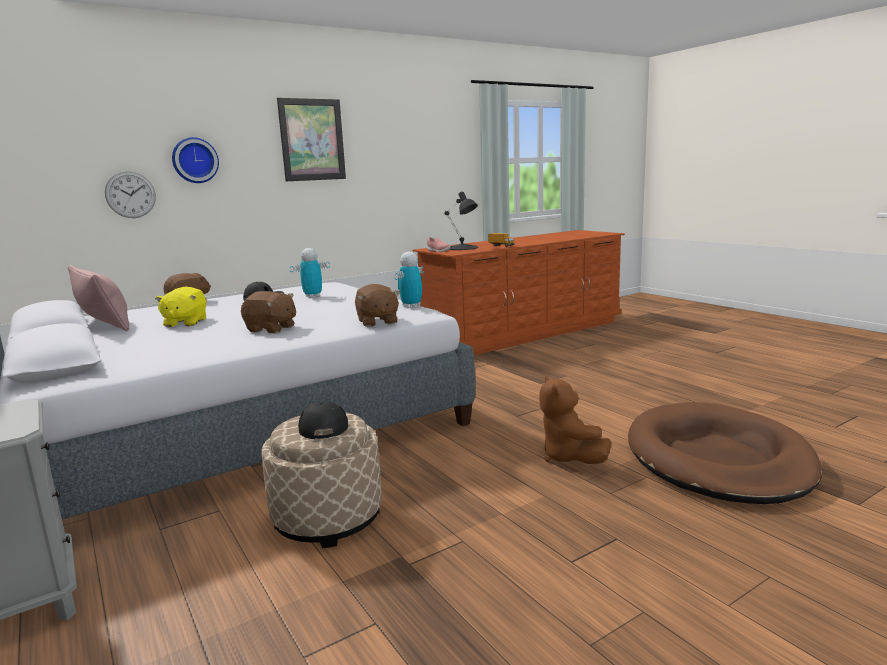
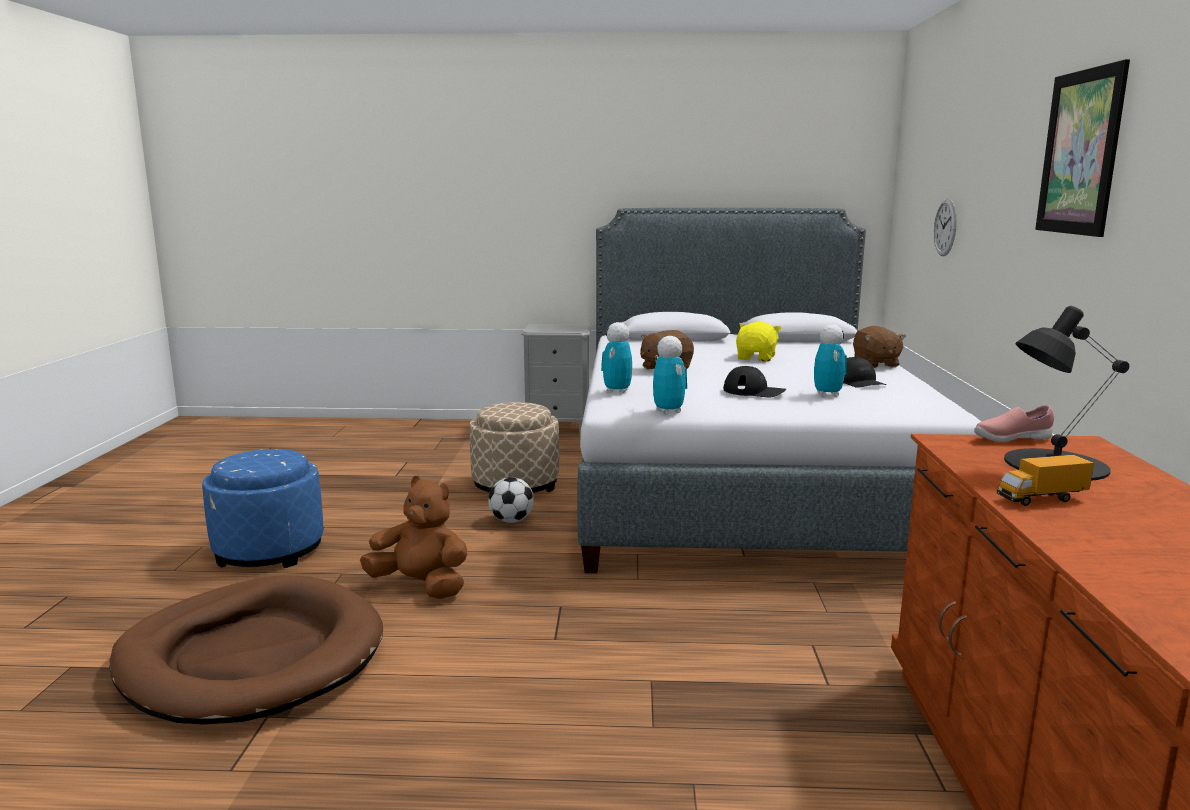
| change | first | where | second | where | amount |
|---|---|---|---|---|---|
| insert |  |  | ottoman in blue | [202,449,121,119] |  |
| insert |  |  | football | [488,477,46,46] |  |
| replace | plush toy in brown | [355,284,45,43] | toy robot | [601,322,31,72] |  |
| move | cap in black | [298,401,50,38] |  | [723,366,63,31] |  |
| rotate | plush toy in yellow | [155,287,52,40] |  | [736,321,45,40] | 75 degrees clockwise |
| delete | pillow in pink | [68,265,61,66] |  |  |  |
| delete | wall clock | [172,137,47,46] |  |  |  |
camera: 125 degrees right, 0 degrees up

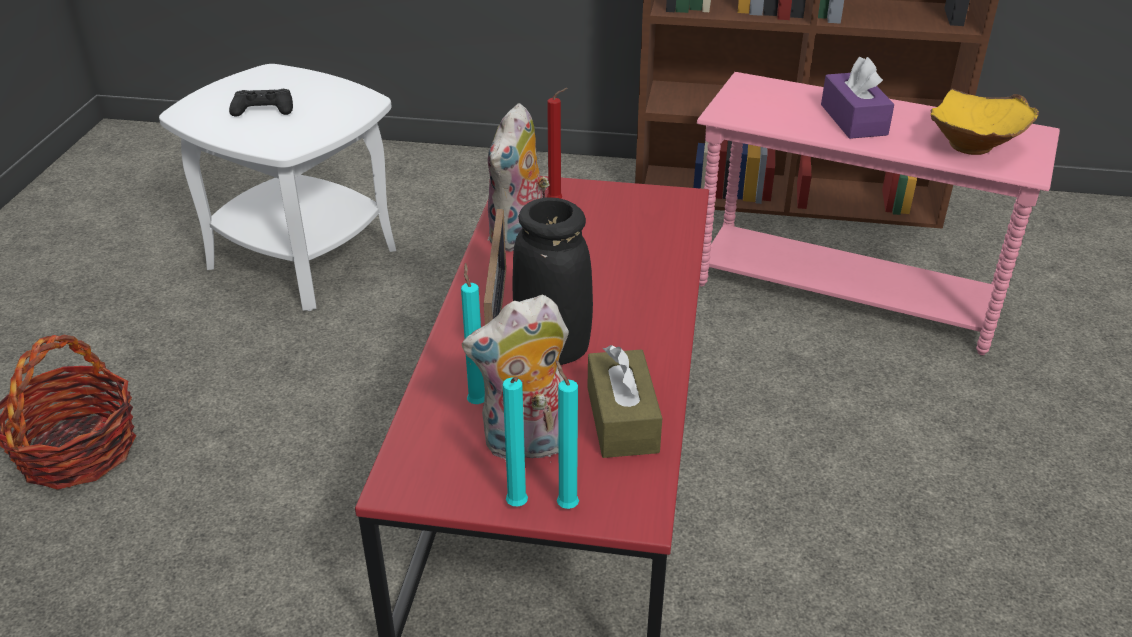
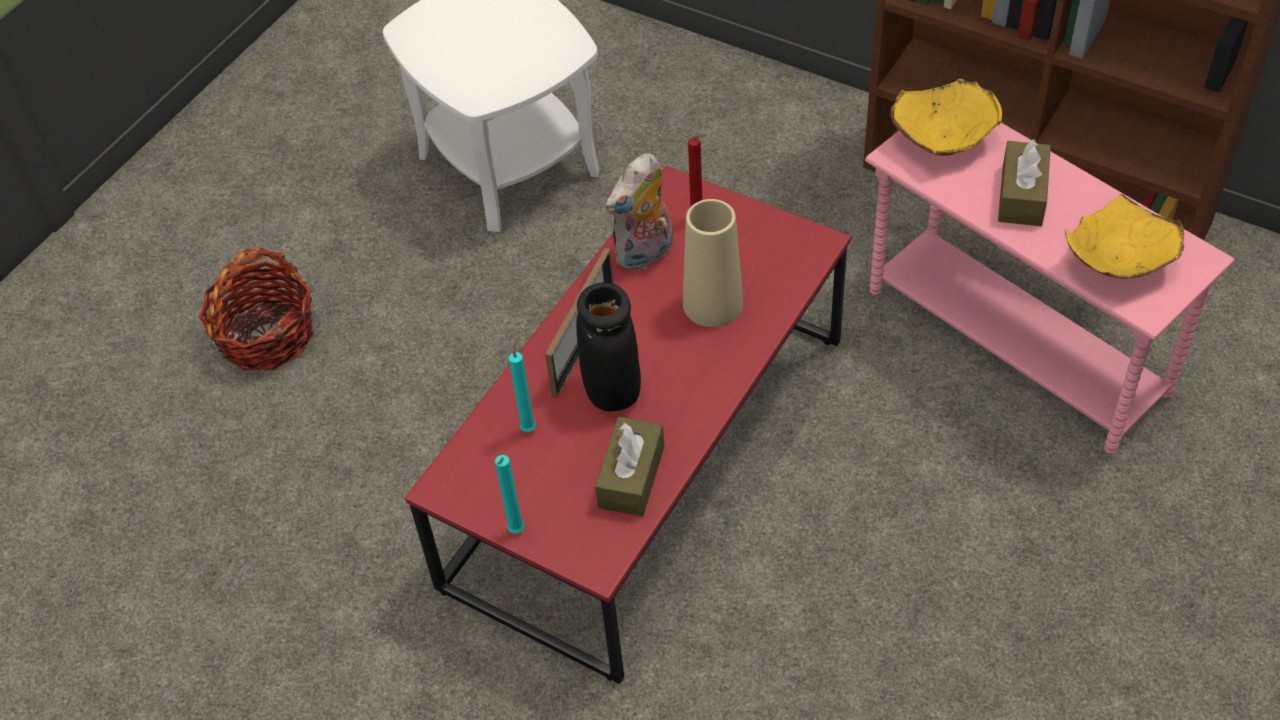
| change | first | where | second | where | amount |
|---|---|---|---|---|---|
| insert |  |  | vase in beige | [683,199,60,128] |  |
| insert |  |  | bowl in yellow | [891,79,111,77] |  |
| recolor | tissue box in purple | [821,57,73,82] | tissue box in brown | [998,139,53,87] |  |
| delete | game controller in black | [229,89,64,28] |  |  |  |
| delete | plush toy | [462,295,107,167] |  |  |  |
| delete | candle in turquoise | [555,360,24,149] |  |  |  |
camera: 25 degrees right, 15 degrees up

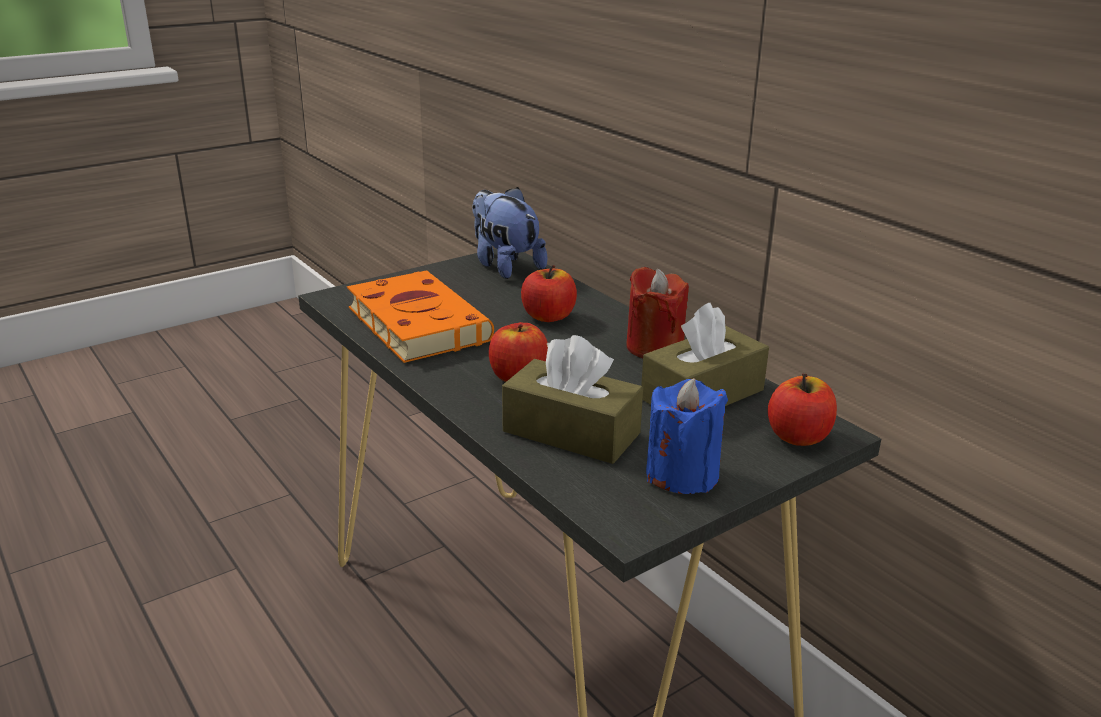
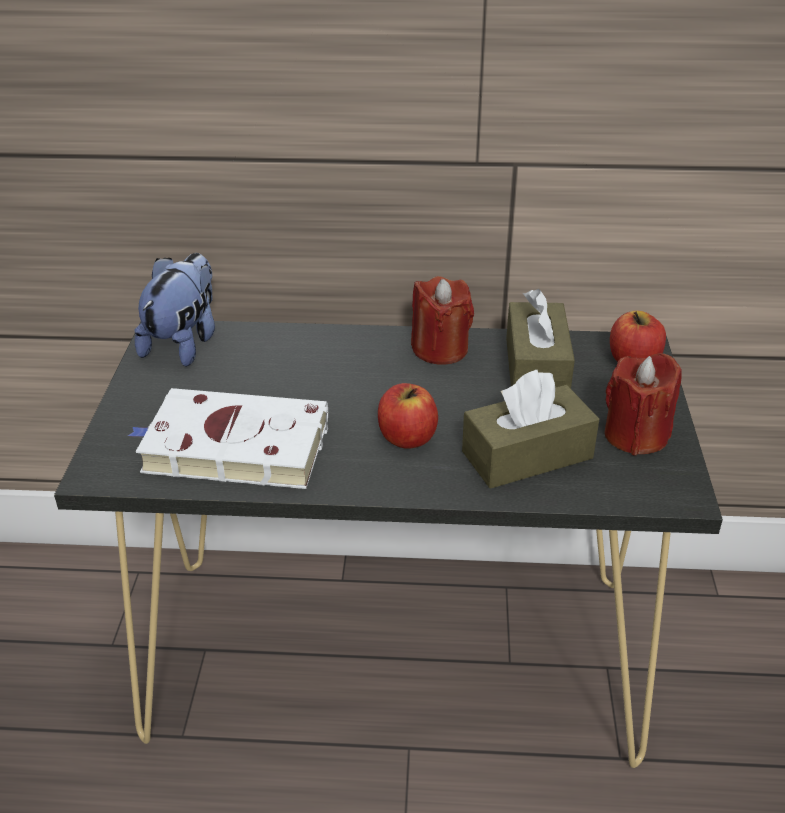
| change | first | where | second | where | amount |
|---|---|---|---|---|---|
| recolor | book in orange | [347,270,147,93] | book in white | [128,388,200,101] |  |
| rotate | plush toy | [472,187,76,92] |  | [135,253,80,114] | 105 degrees clockwise |
| recolor | candle in blue | [646,378,82,116] | candle in red | [604,353,78,103] |  |
| delete | apple | [521,265,56,57] |  |  |  |
camera: 50 degrees left, 10 degrees up

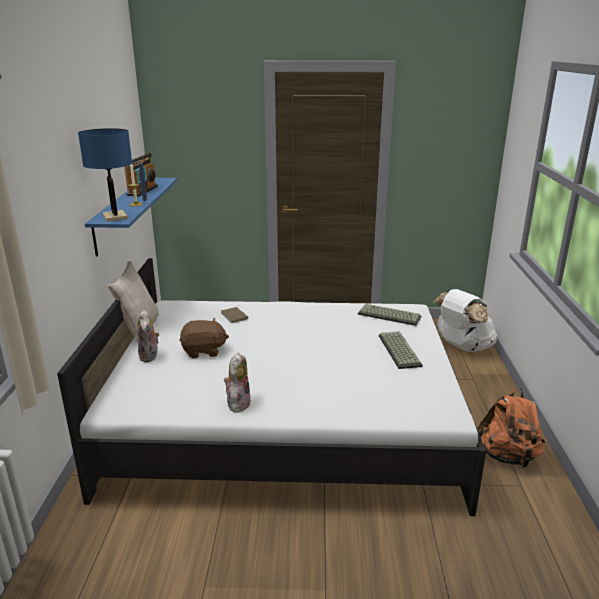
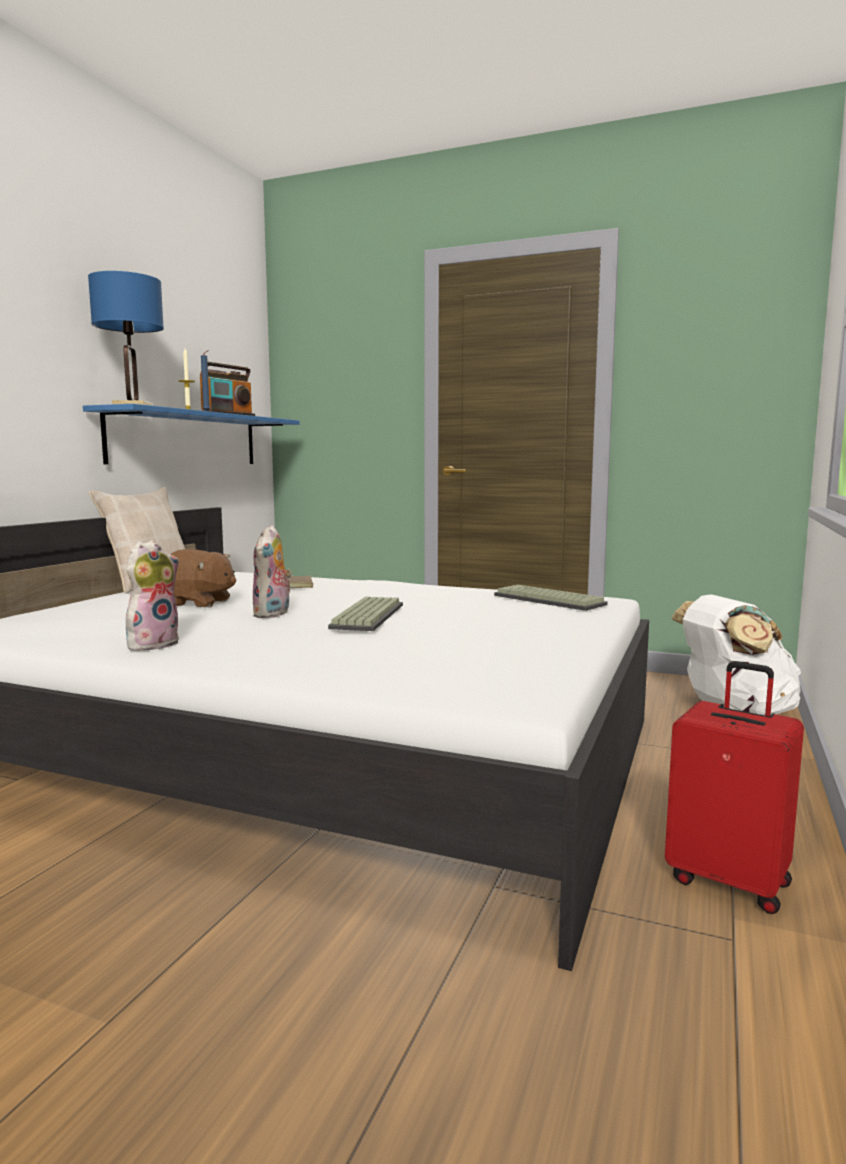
| change | first | where | second | where | amount |
|---|---|---|---|---|---|
| move | plush toy | [138,310,22,52] |  | [253,525,39,94] |  |
| move | keyboard | [379,331,44,38] |  | [328,597,75,34] |  |
| replace | backpack in orange | [478,388,67,80] | suitcase in red | [665,661,139,253] |  |
camera: 20 degrees right, 15 degrees down

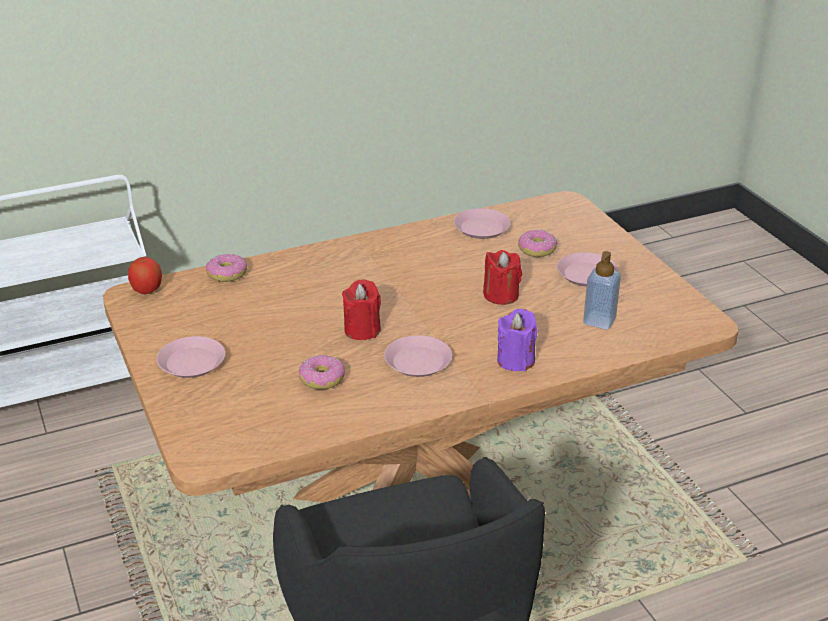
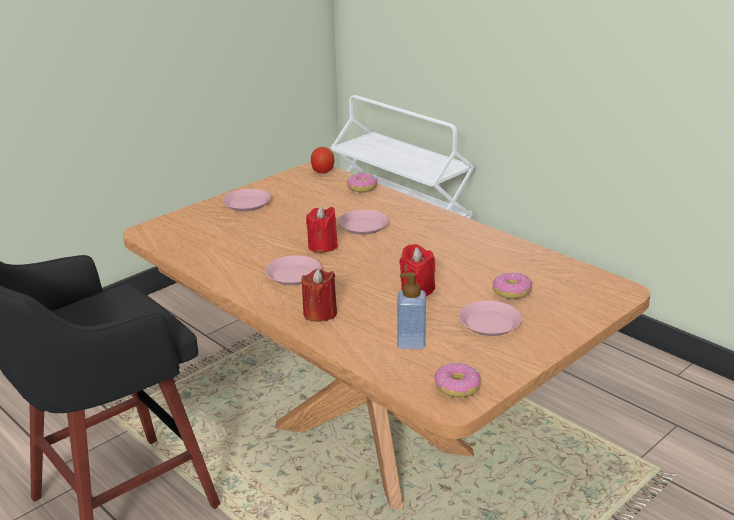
| change | first | where | second | where | amount |
|---|---|---|---|---|---|
| recolor | candle in purple | [497,309,40,62] | candle in red | [302,269,35,53] |  |
| move | plate in pink | [454,208,57,31] |  | [338,210,51,25] |  |
| move | donut | [299,355,46,35] |  | [434,363,47,34] |  |
camera: 70 degrees right, 5 degrees down

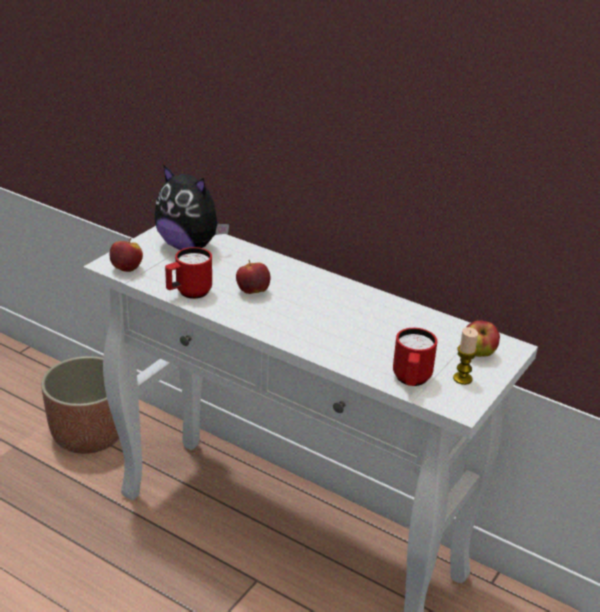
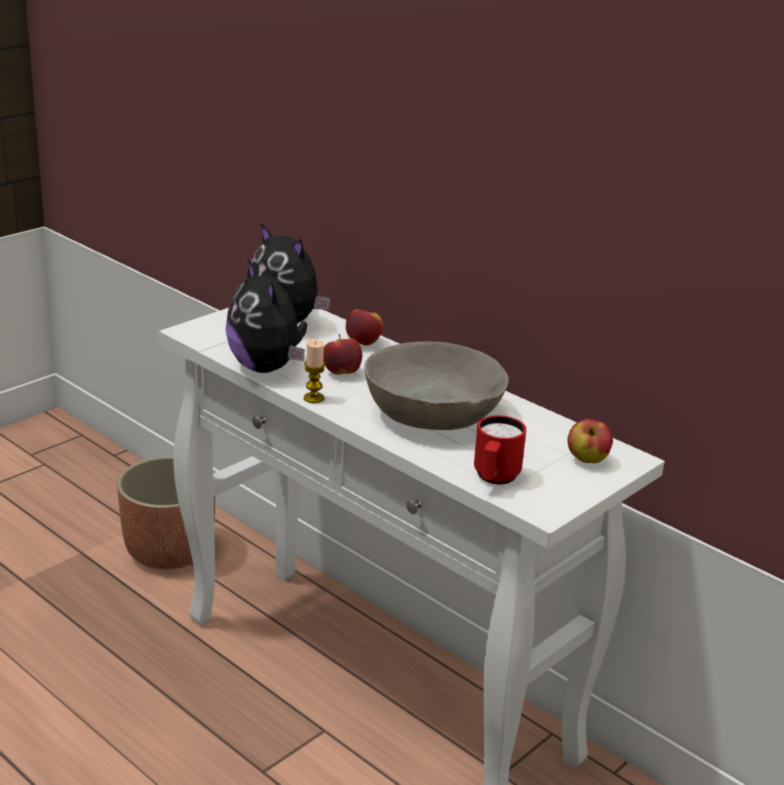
| change | first | where | second | where | amount |
|---|---|---|---|---|---|
| replace | mug in red | [165,247,47,52] | plush toy | [226,259,81,114] |  |
| move | candle | [453,327,25,58] |  | [304,339,22,64] |  |
| move | apple | [109,238,34,34] |  | [346,307,37,39] |  |
| insert |  |  | bowl in grey | [364,342,145,88] |  |
camera: 10 degrees right, 5 degrees down

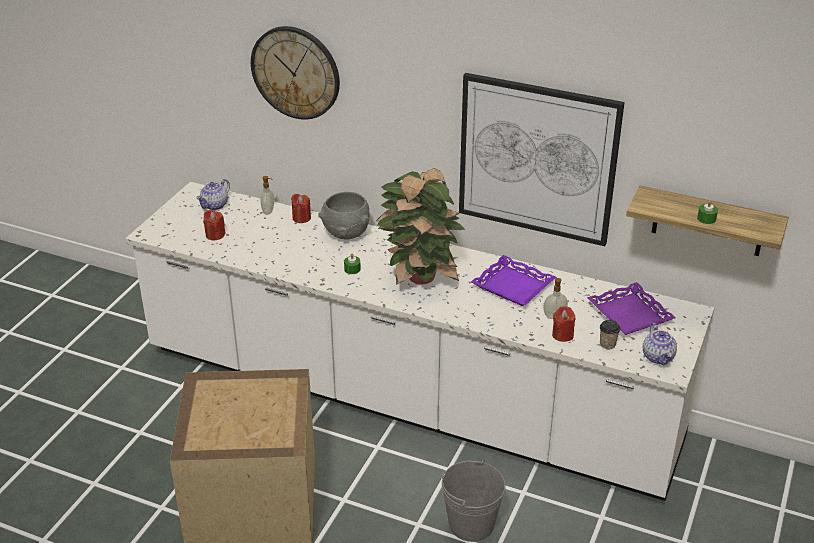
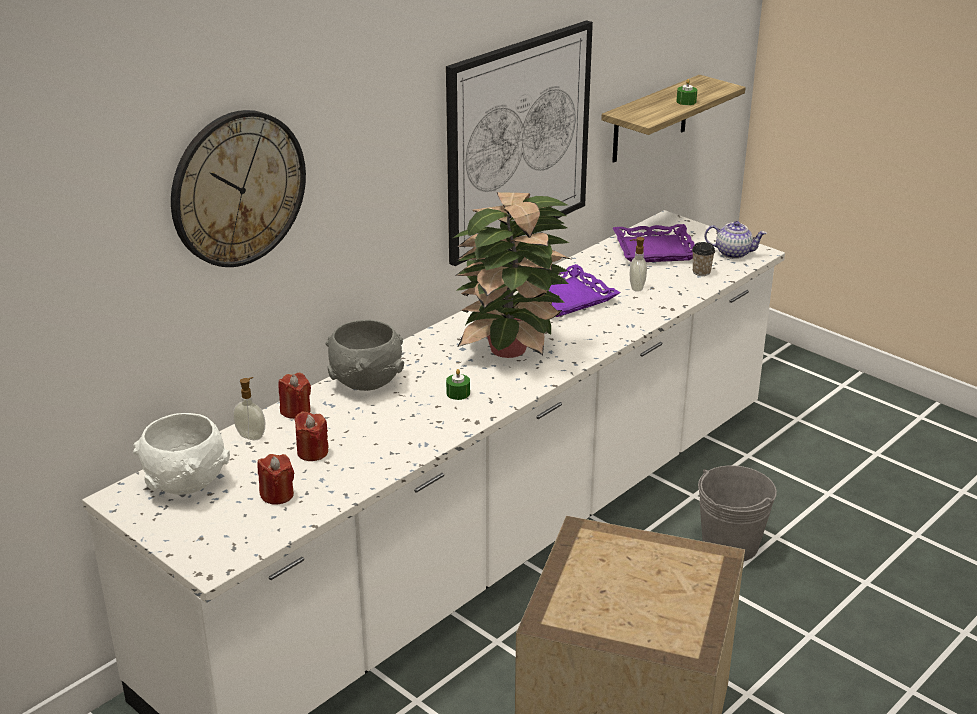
| change | first | where | second | where | amount |
|---|---|---|---|---|---|
| replace | teapot | [196,179,34,31] | bowl in white | [133,413,97,82] |  |
| move | candle in red | [552,306,23,36] |  | [295,411,34,50] |  |
camera: 70 degrees left, 5 degrees down

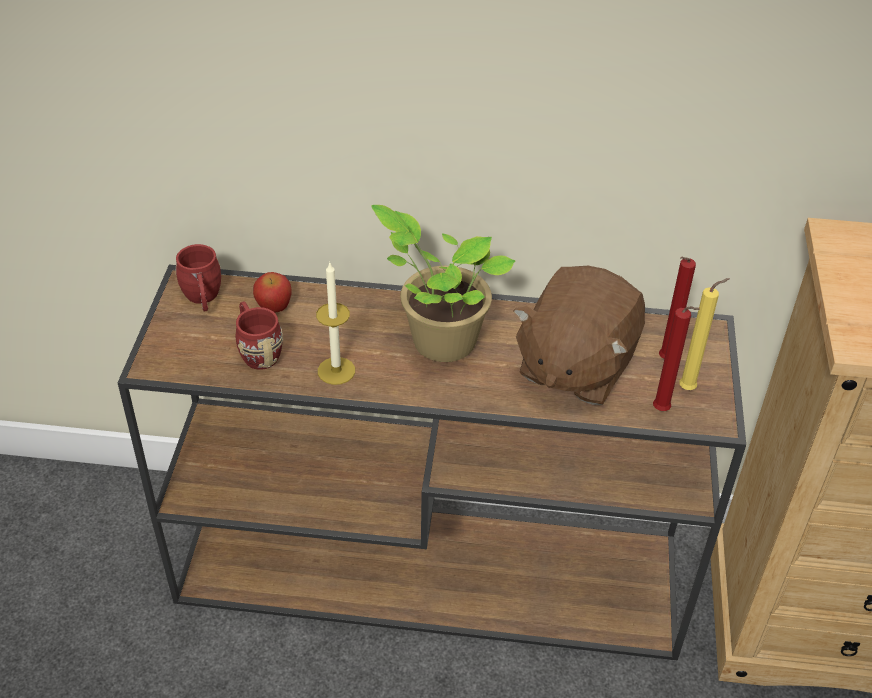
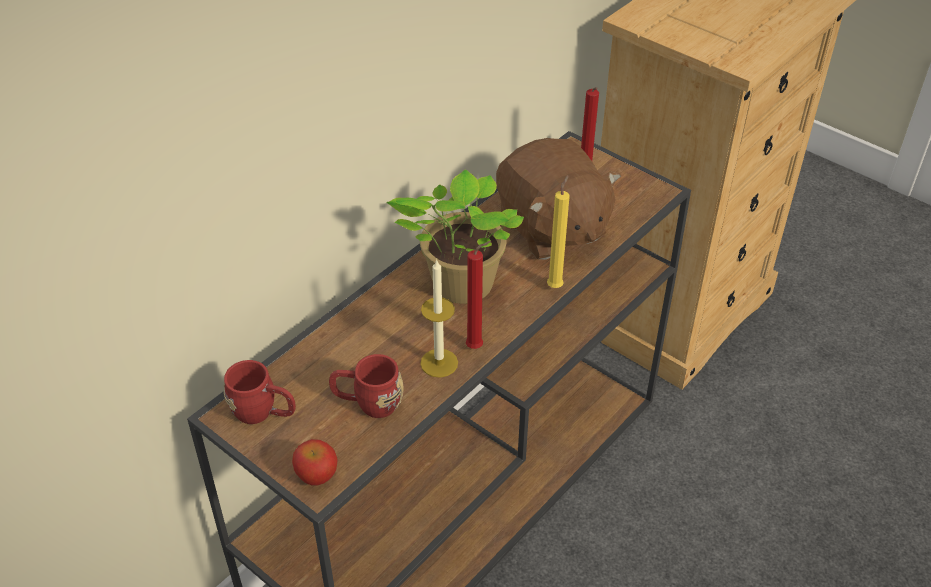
| change | first | where | second | where | amount |
|---|---|---|---|---|---|
| move | apple | [253,272,39,40] |  | [292,439,46,47] |  |
| move | candle in red | [653,306,47,105] |  | [466,241,25,108] |  |
| move | candle in yellow | [679,278,51,112] |  | [547,175,23,113] |  |
camera: 55 degrees left, 0 degrees up

